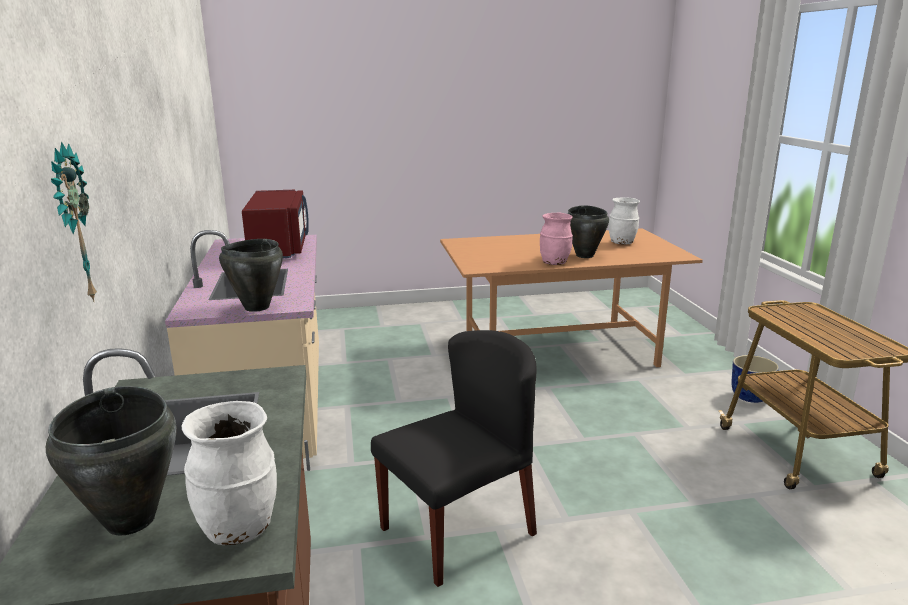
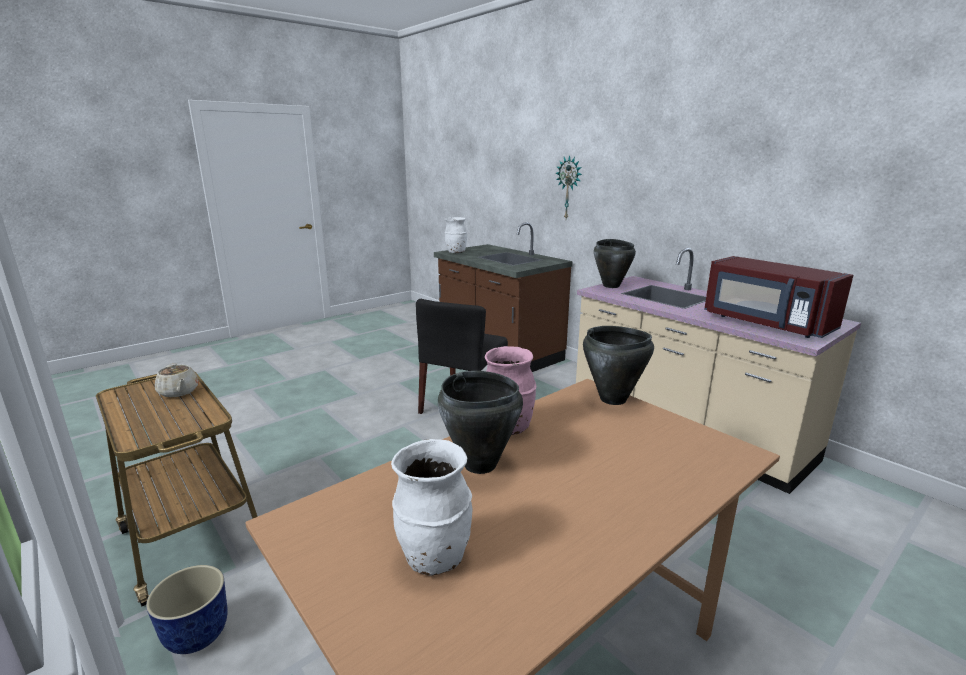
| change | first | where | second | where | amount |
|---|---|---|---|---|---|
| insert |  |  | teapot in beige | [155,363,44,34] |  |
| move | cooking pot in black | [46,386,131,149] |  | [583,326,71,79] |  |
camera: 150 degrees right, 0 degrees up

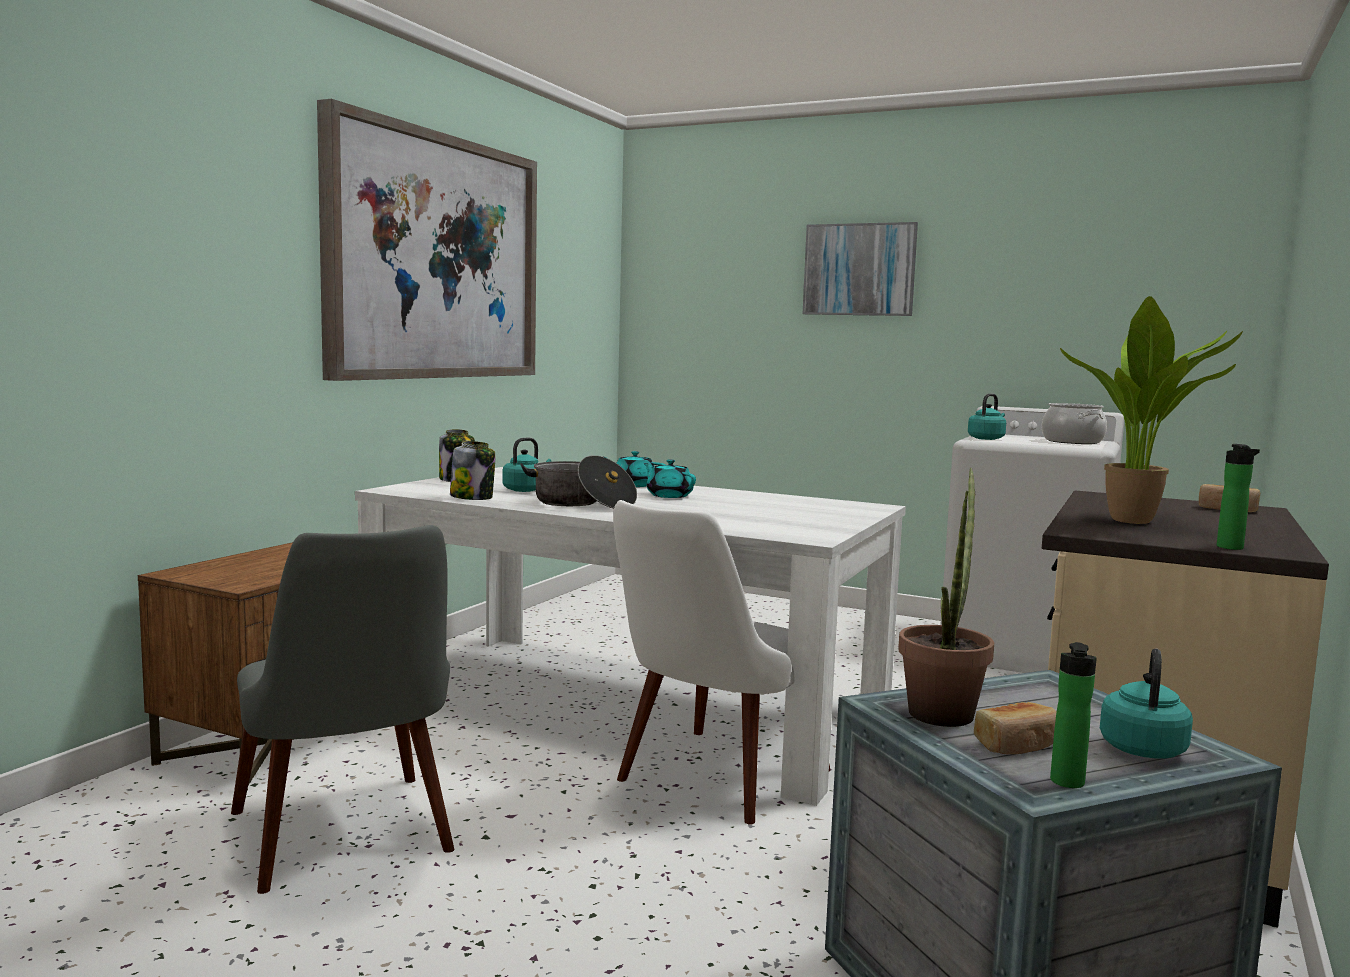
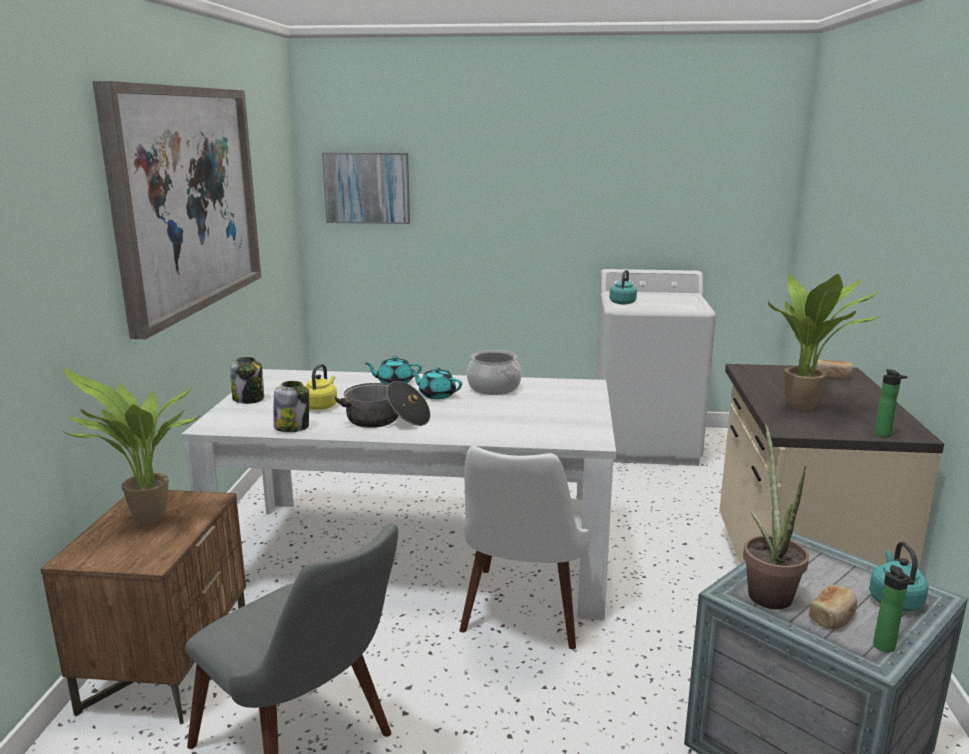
| change | first | where | second | where | amount |
|---|---|---|---|---|---|
| insert |  |  | potted plant | [63,368,136,156] |  |
| recolor | kettle in turquoise | [502,438,49,54] | kettle in yellow | [305,364,32,46] |  |
| move | picture | [803,222,115,94] |  | [322,152,88,72] |  |
| move | cooking pot | [1042,403,65,41] |  | [467,350,54,45] |  |
camera: 20 degrees left, 10 degrees up

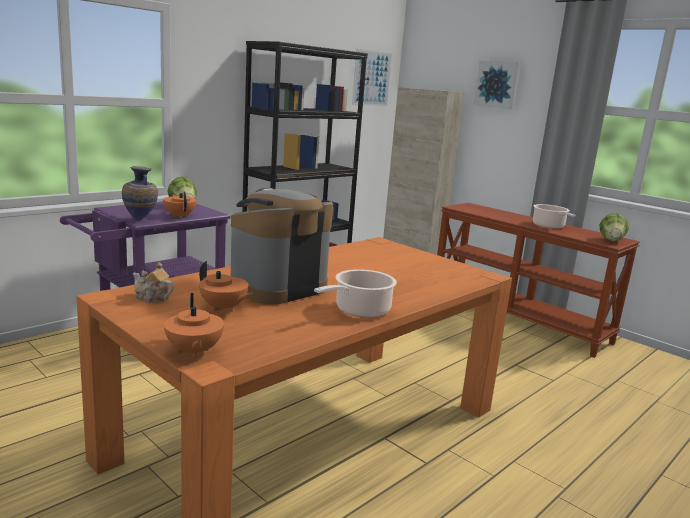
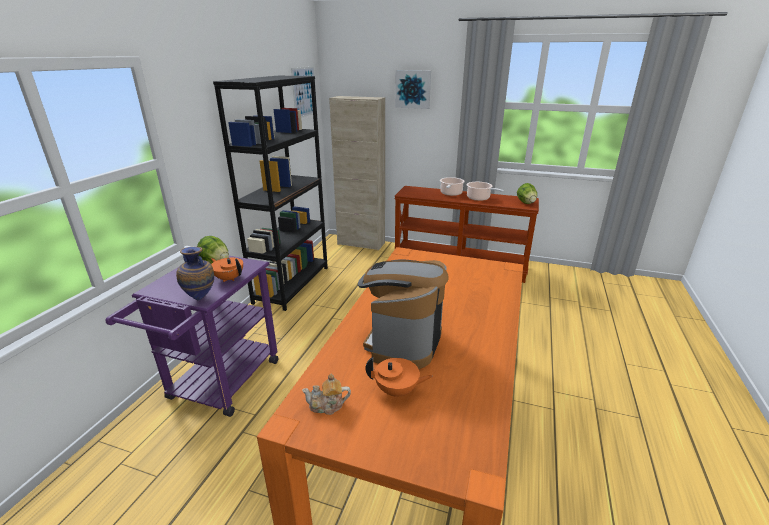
| change | first | where | second | where | amount |
|---|---|---|---|---|---|
| move | cooking pot | [314,269,83,49] |  | [440,177,25,19] |  |
| delete | teapot in orange | [164,293,60,65] |  |  |  |
camera: 25 degrees left, 10 degrees up

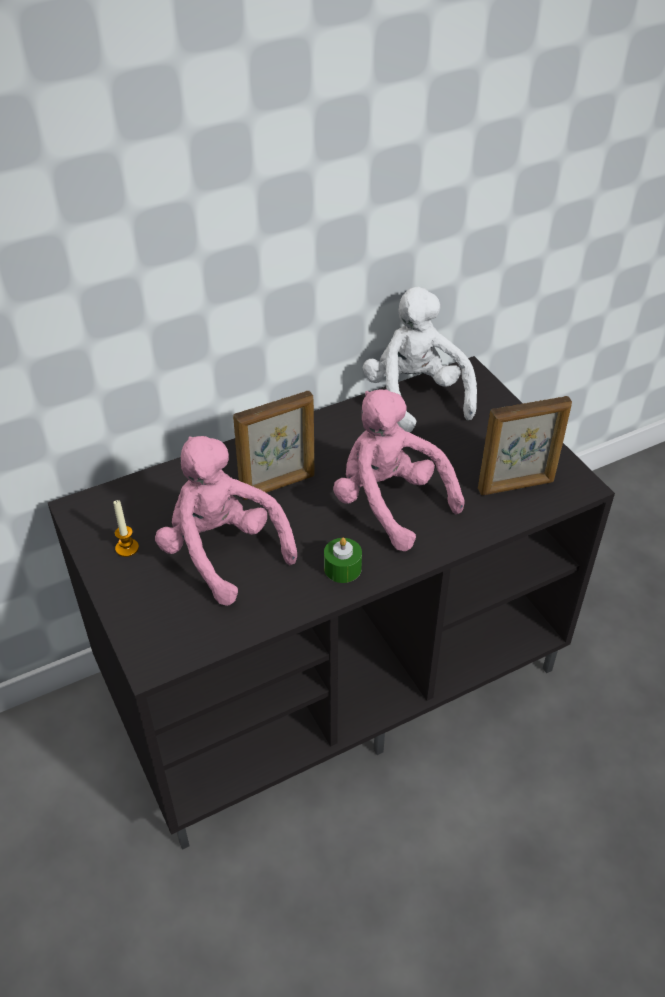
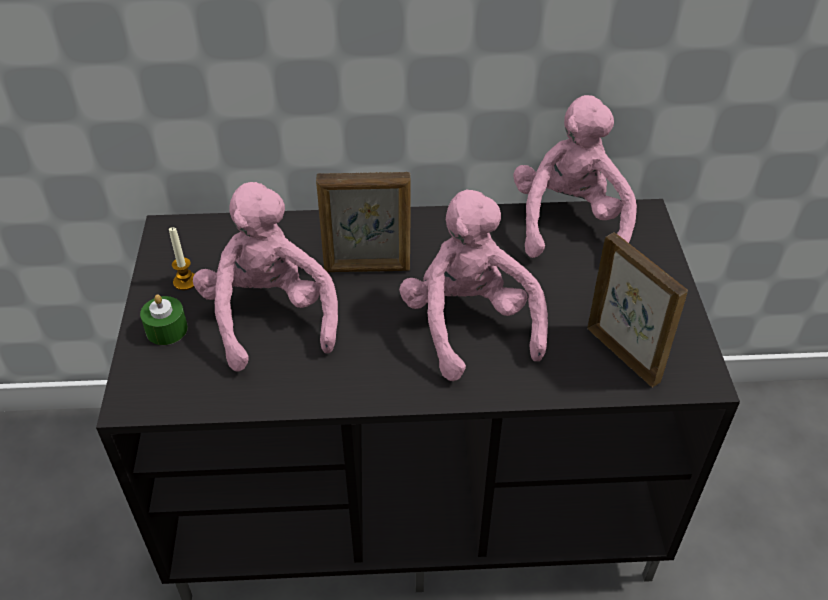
| change | first | where | second | where | amount |
|---|---|---|---|---|---|
| move | candle in green | [324,537,38,46] |  | [140,295,48,50] |  |
| recolor | plush toy in white | [363,287,114,146] | plush toy in pink | [513,95,124,163] |  |
| rotate | picture frame | [478,396,94,99] |  | [587,233,101,155] | 135 degrees counterclockwise |
camera: 25 degrees right, 0 degrees up

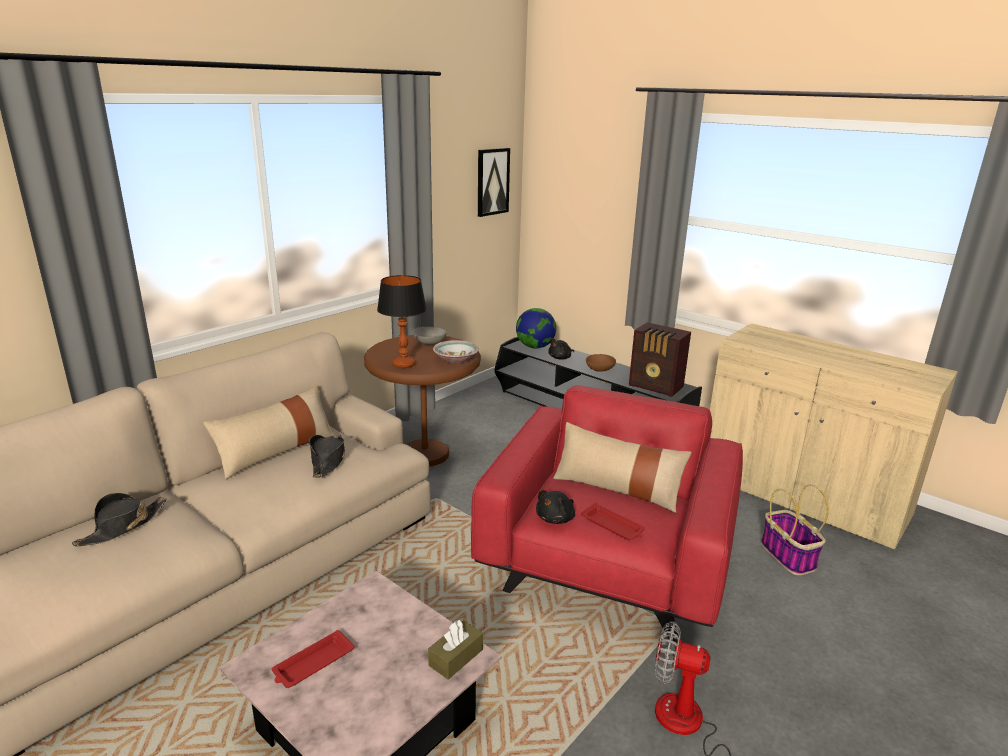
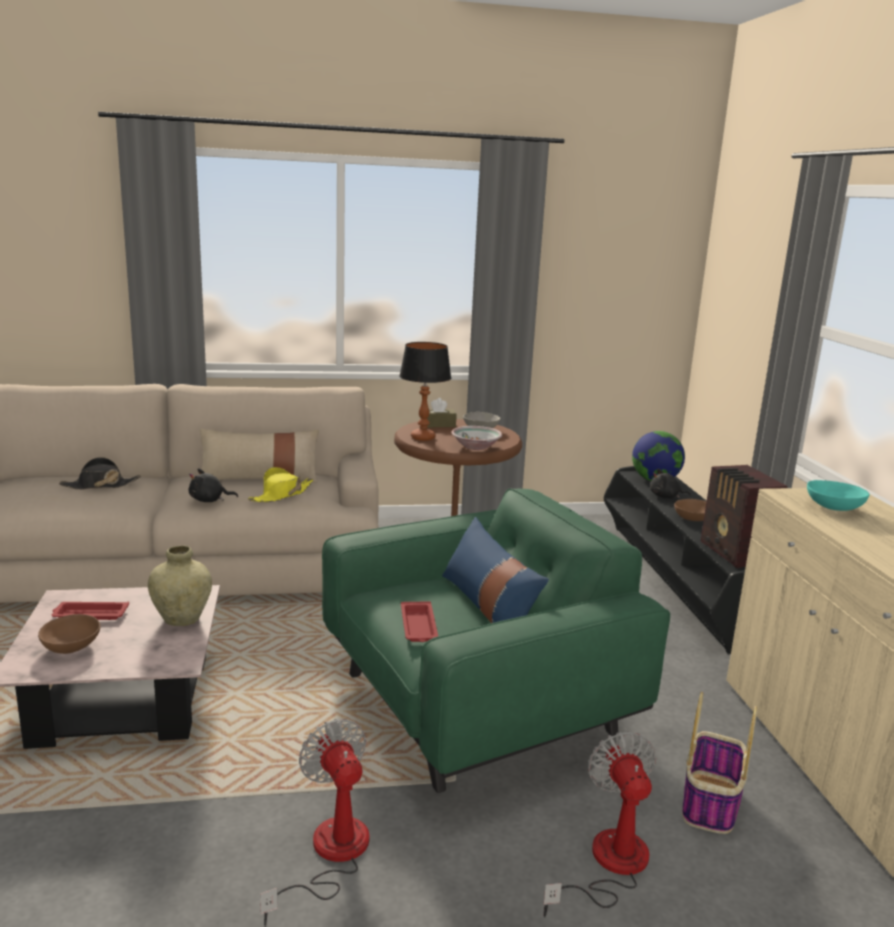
| change | first | where | second | where | amount |
|---|---|---|---|---|---|
| insert |  |  | bowl in brown | [38,614,63,40] |  |
| insert |  |  | vase in beige | [148,545,64,81] |  |
| move | plush toy in black | [536,490,39,34] |  | [189,468,49,34] |  |
| recolor | hat in black | [309,435,36,43] | hat in yellow | [248,467,65,35] |  |
| recolor | armchair in red | [471,385,272,257] | armchair in green | [322,488,348,305] |  |
| move | tissue box in brown | [428,620,55,60] |  | [427,398,30,29] |  |
| recolor | pillow in beige | [553,422,139,91] | pillow in blue | [442,517,107,106] |  |
| insert |  |  | fan | [544,731,112,186] |  |
| insert |  |  | bowl in turquoise | [807,480,63,31] |  |
| delete | picture | [478,148,32,69] |  |  |  |
camera: 40 degrees right, 5 degrees down

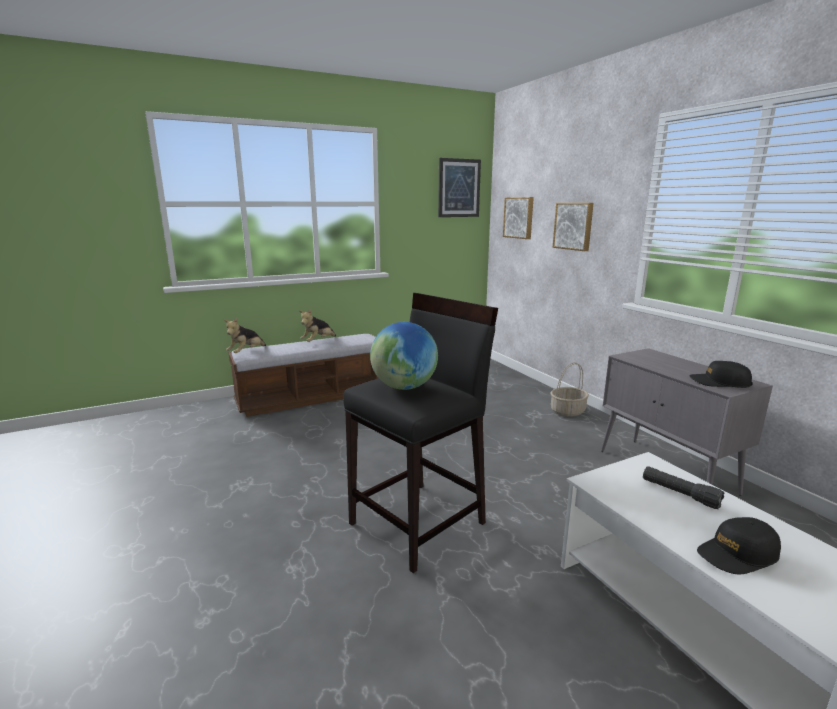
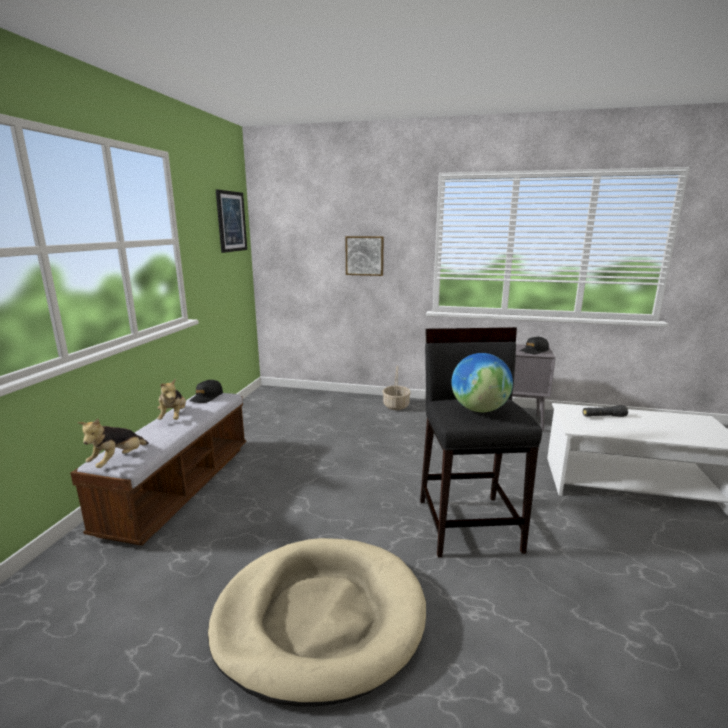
| change | first | where | second | where | amount |
|---|---|---|---|---|---|
| rotate | plush toy | [224,318,42,35] |  | [78,419,71,49] | 45 degrees clockwise |
| move | cap in black | [697,517,84,57] |  | [189,380,34,23] |  |
| insert |  |  | dog bed in beige | [208,538,218,169] |  |
| delete | picture | [503,197,31,42] |  |  |  |
camera: 50 degrees left, 0 degrees up

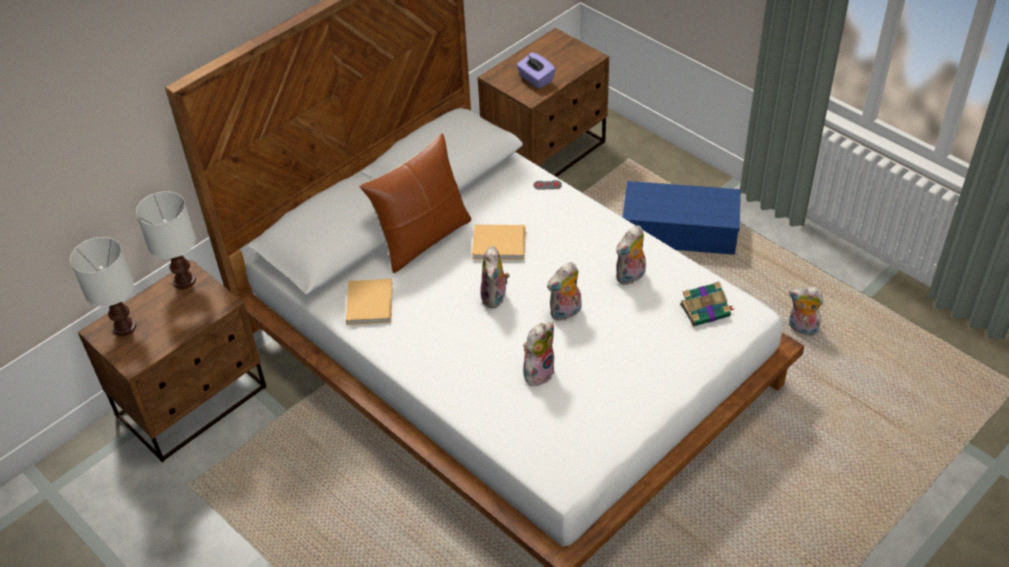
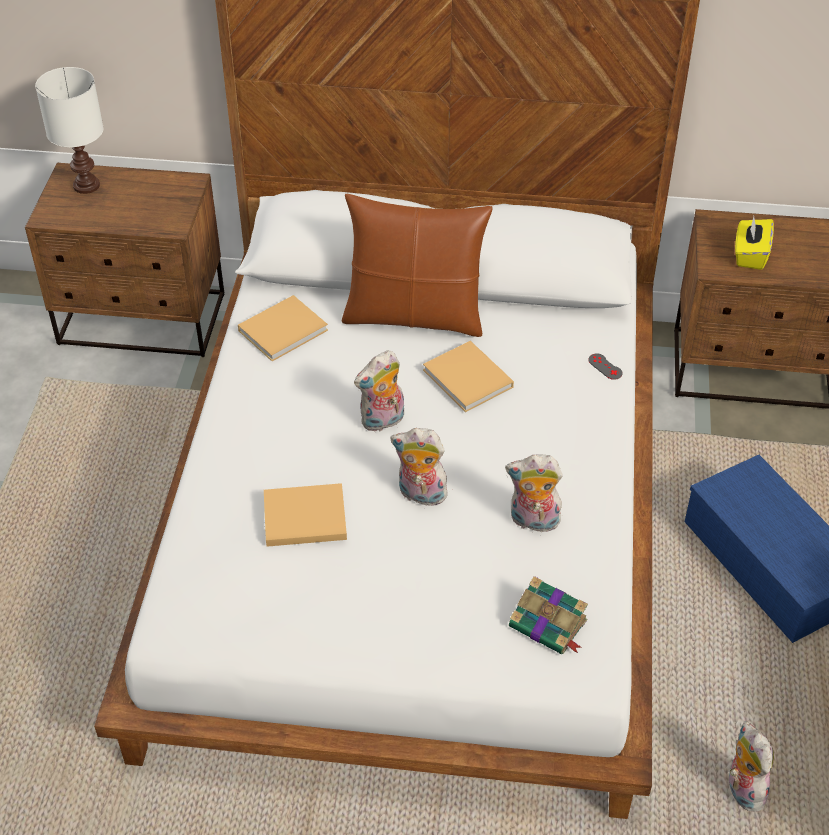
| change | first | where | second | where | amount |
|---|---|---|---|---|---|
| replace | plush toy | [523,322,32,64] | book in beige | [264,483,83,64] |  |
| recolor | tissue box in purple | [517,52,39,37] | tissue box in yellow | [735,216,39,54] |  |
| delete | table lamp in white | [136,191,60,98] |  |  |  |
camera: 50 degrees right, 0 degrees up

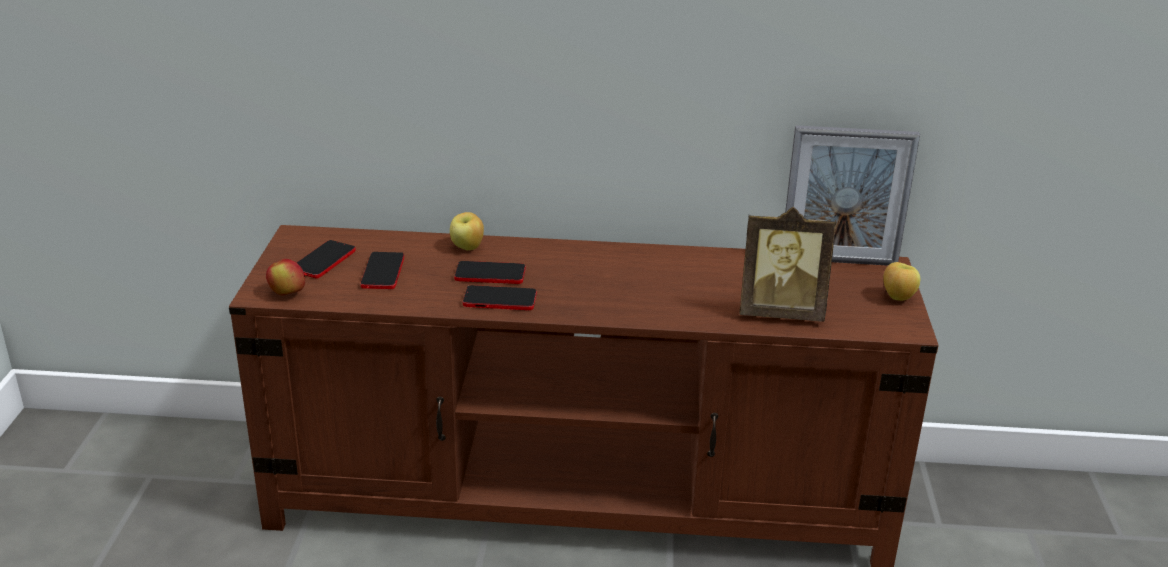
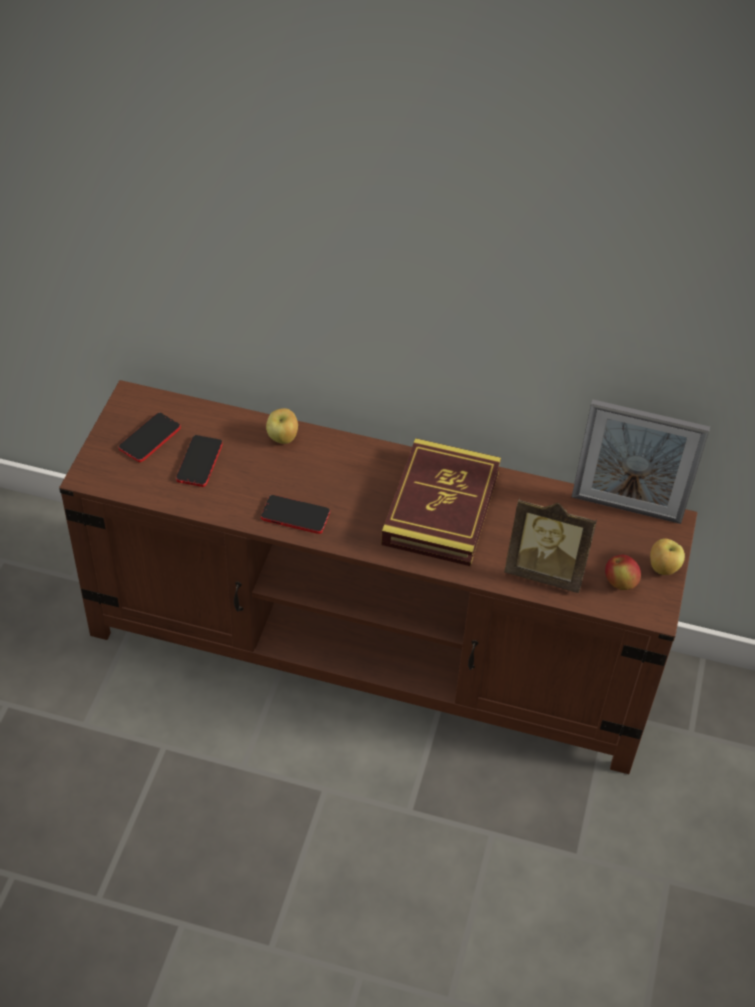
| change | first | where | second | where | amount |
|---|---|---|---|---|---|
| insert |  |  | book | [381,438,120,128] |  |
| move | apple | [266,259,39,36] |  | [605,555,36,35] |  |
| delete | phone | [454,261,72,23] |  |  |  |
camera: 10 degrees right, 20 degrees up

